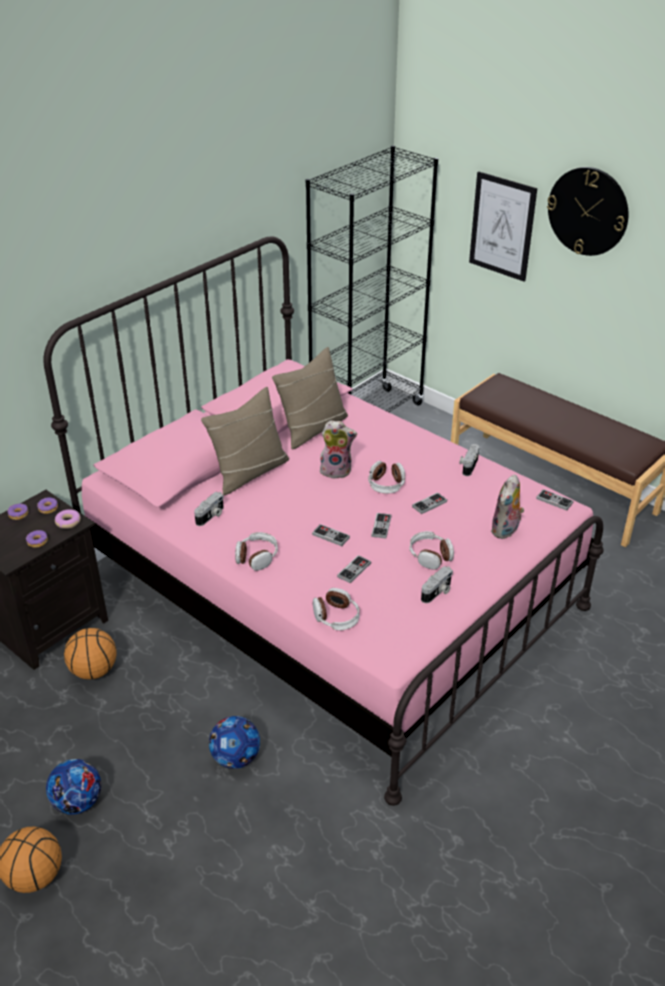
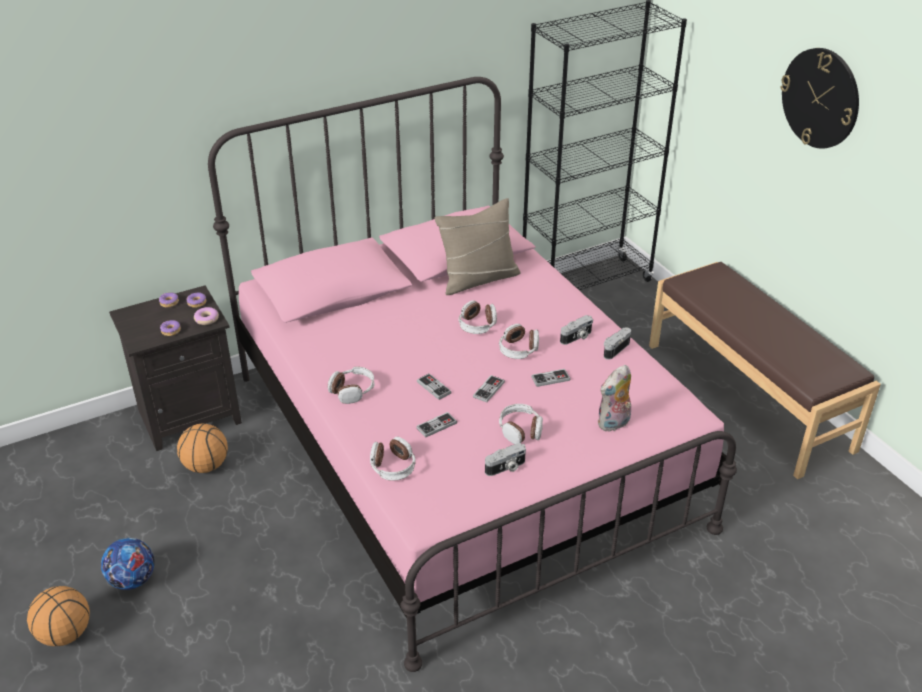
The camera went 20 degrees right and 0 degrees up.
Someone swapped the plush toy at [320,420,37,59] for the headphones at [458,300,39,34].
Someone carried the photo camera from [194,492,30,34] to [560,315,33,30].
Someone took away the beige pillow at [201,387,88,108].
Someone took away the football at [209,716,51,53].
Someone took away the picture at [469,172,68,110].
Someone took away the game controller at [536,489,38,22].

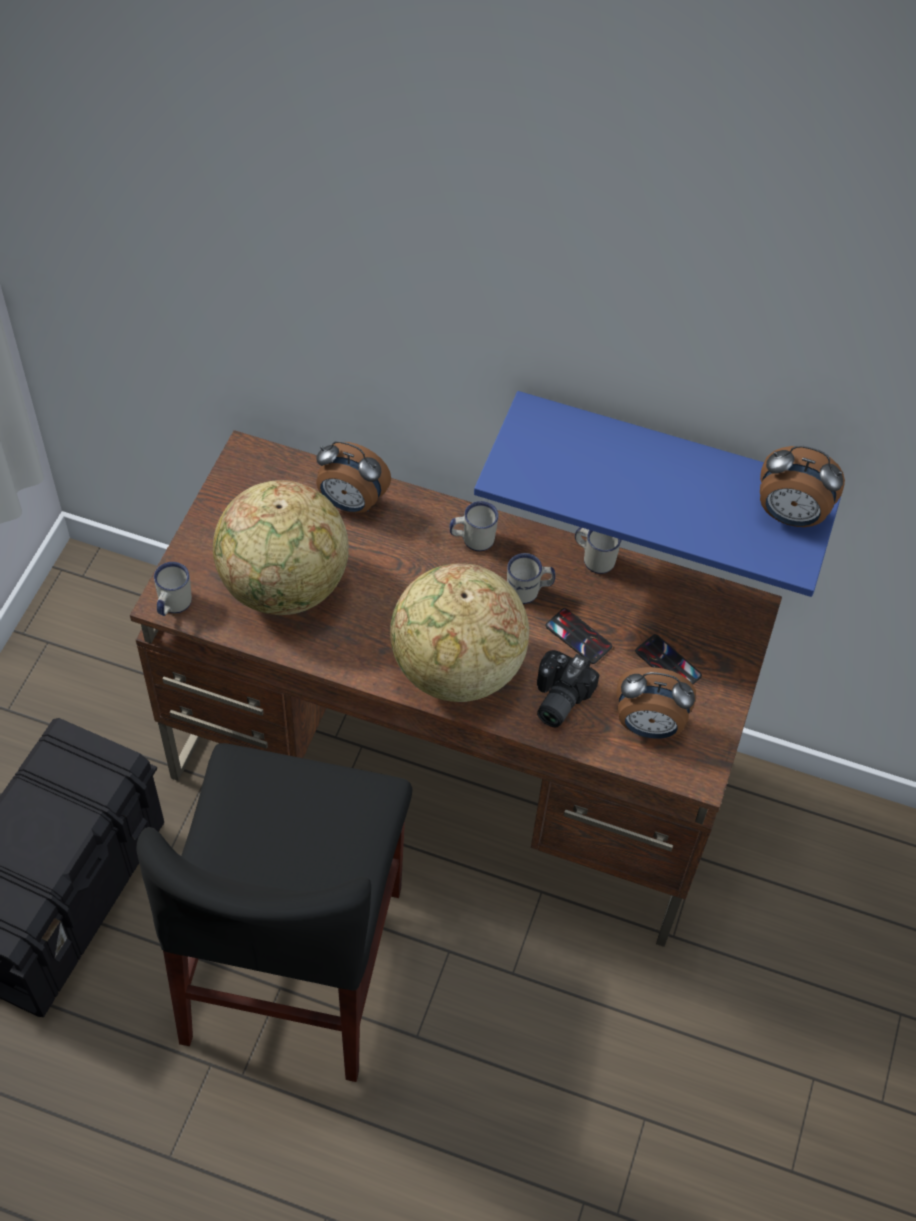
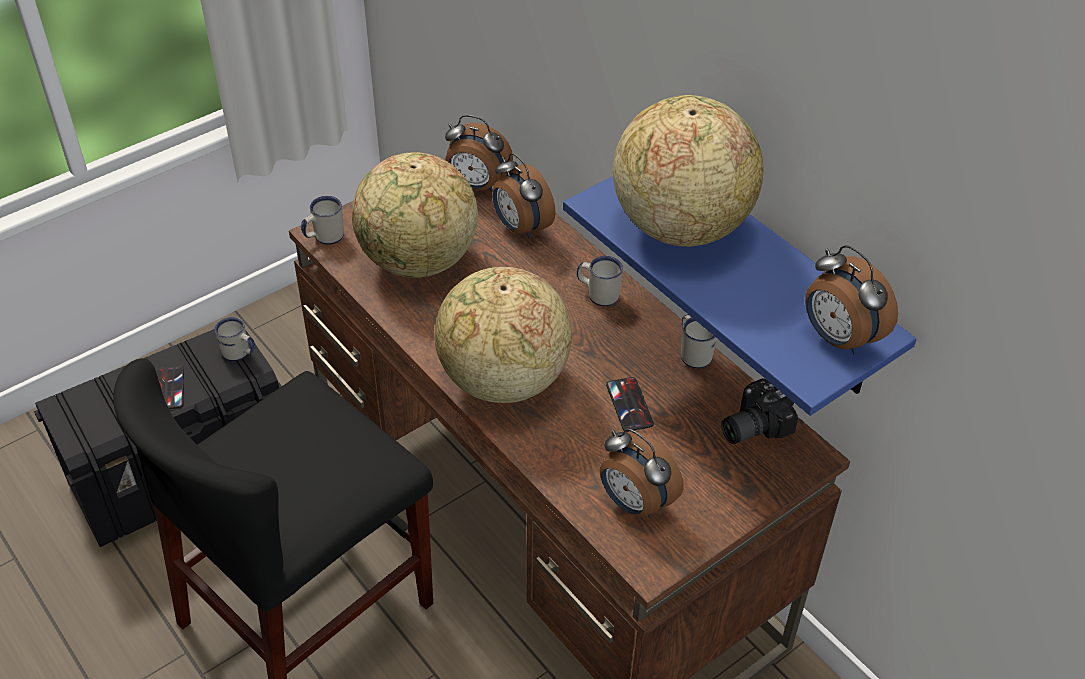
The camera went 35 degrees right and 10 degrees down.
Someone carried the phone from [635,634,67,50] to [157,365,27,44].
Someone carried the white mug from [507,553,48,51] to [215,317,40,44].
Someone put down the alarm clock at [445,115,68,77].
Someone put down the globe at [613,95,151,152].
Someone carried the photo camera from [537,650,62,77] to [721,378,77,66].

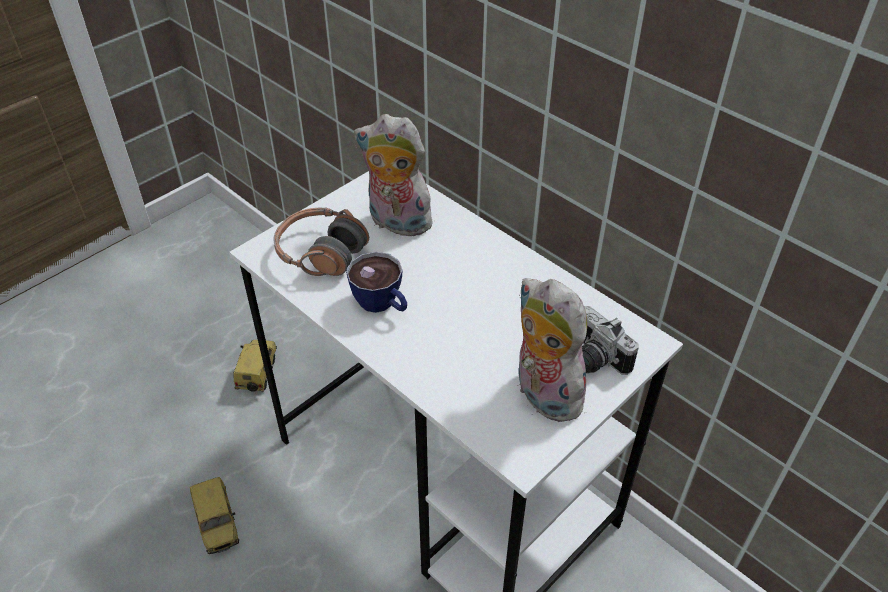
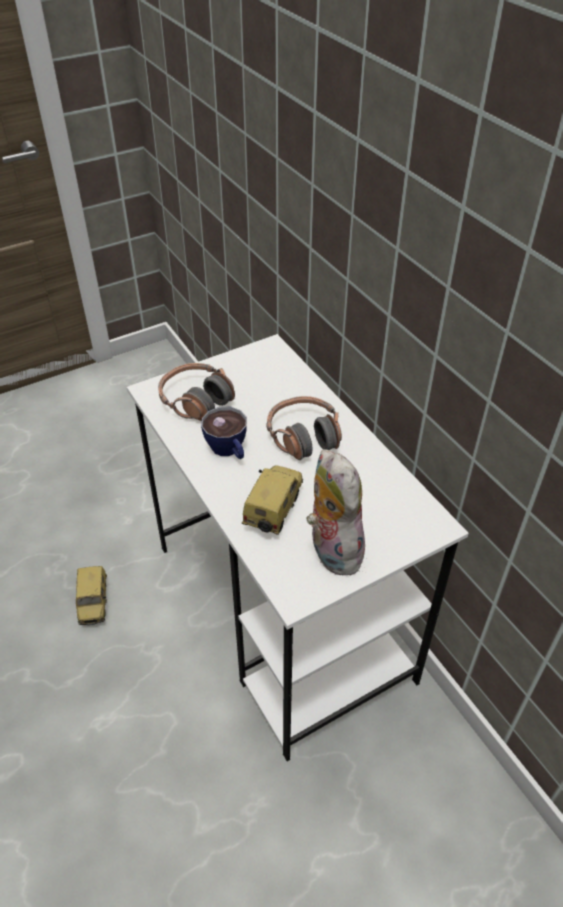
The camera went 15 degrees right and 0 degrees up.
Someone carried the toy car from [234,340,43,52] to [242,465,61,70].
Someone put down the headphones at [266,396,76,64].
Someone took away the plush toy at [354,114,85,122].
Someone took away the photo camera at [582,306,57,69].

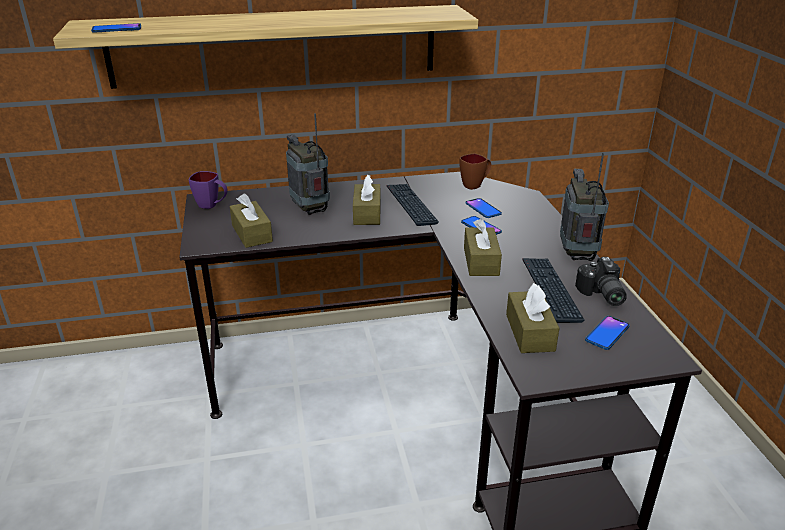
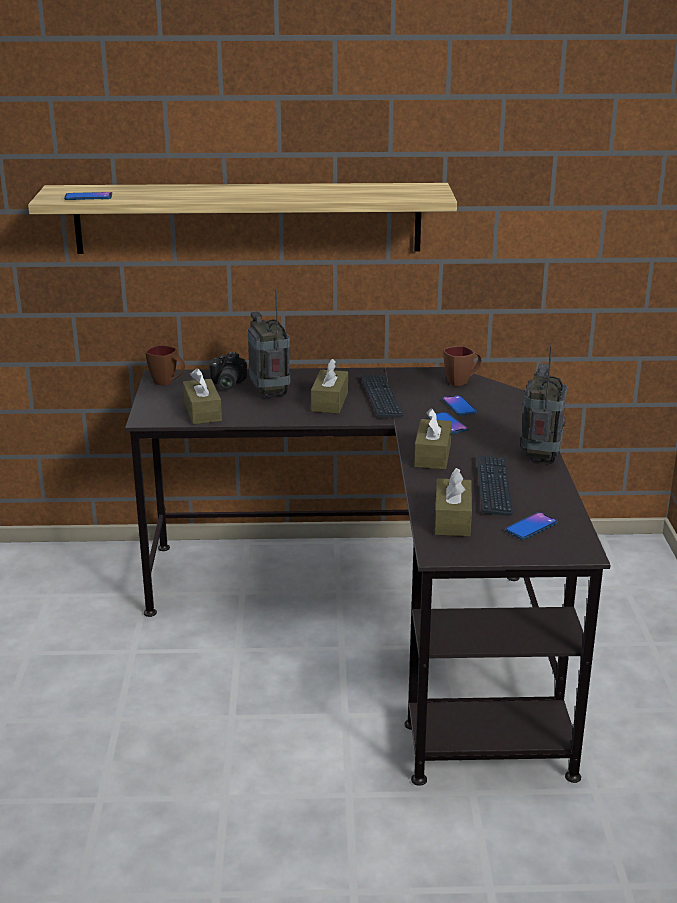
The camera went 10 degrees right and 5 degrees down.
Someone repainted the purple mug at [189,171,39,38], which became the brown mug at [146,345,39,41].
Someone carried the photo camera from [575,257,52,49] to [210,352,37,38].

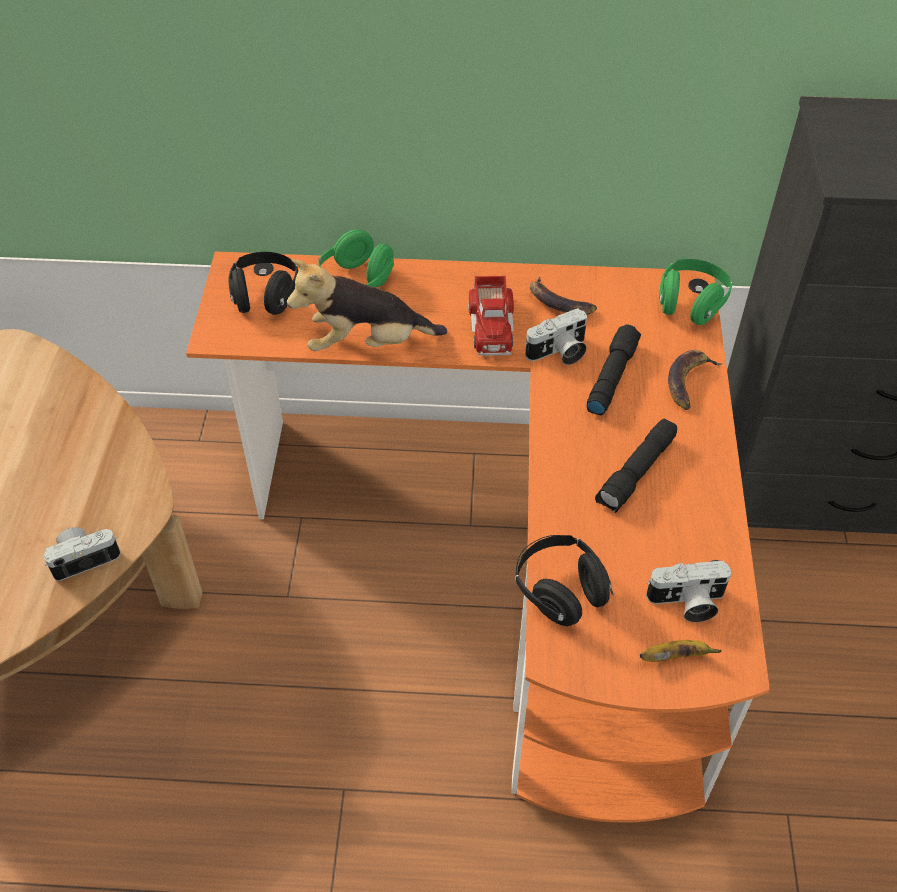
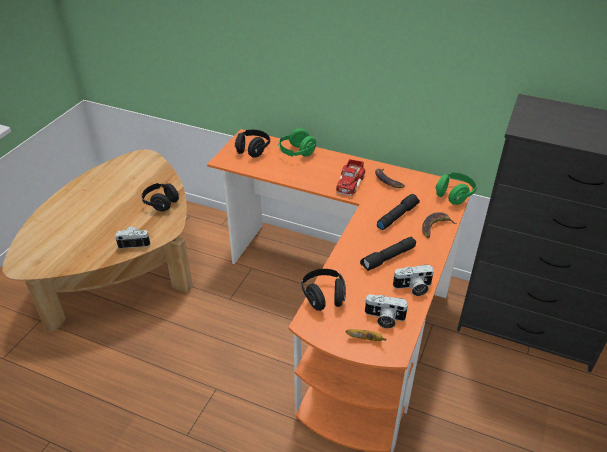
The camera went 20 degrees right and 10 degrees down.
Someone put down the black headphones at [141,183,39,28].
Someone carried the photo camera from [525,308,62,57] to [393,265,41,31].
Someone took away the plush toy at [287,259,160,92].

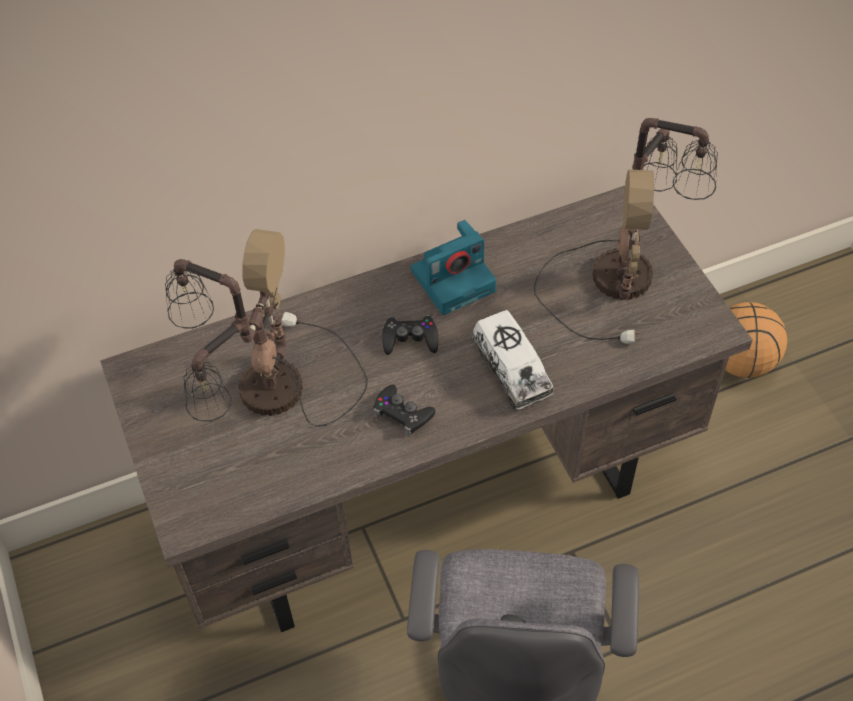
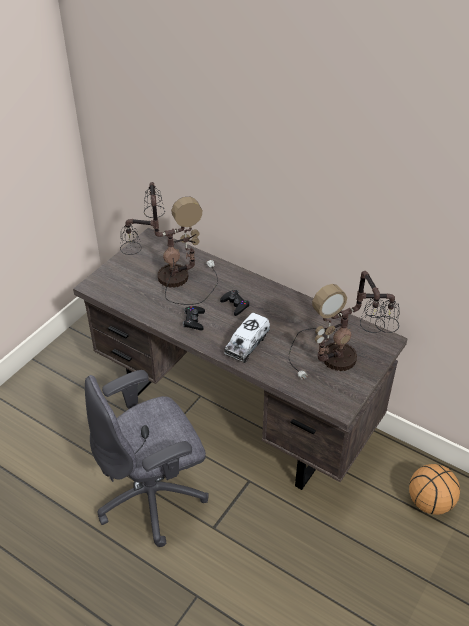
The camera went 55 degrees right and 10 degrees down.
Someone took away the photo camera at [411,220,85,95].

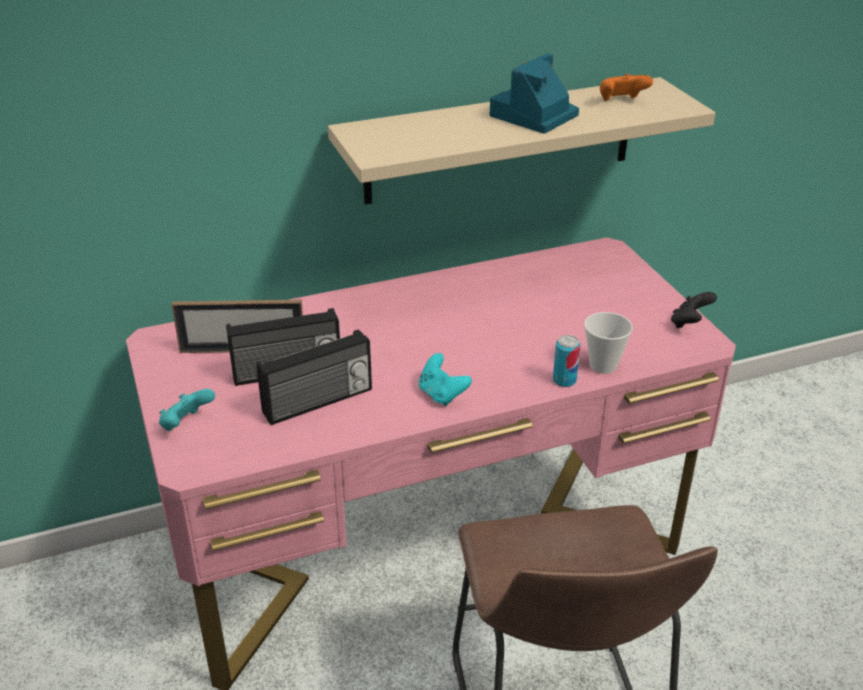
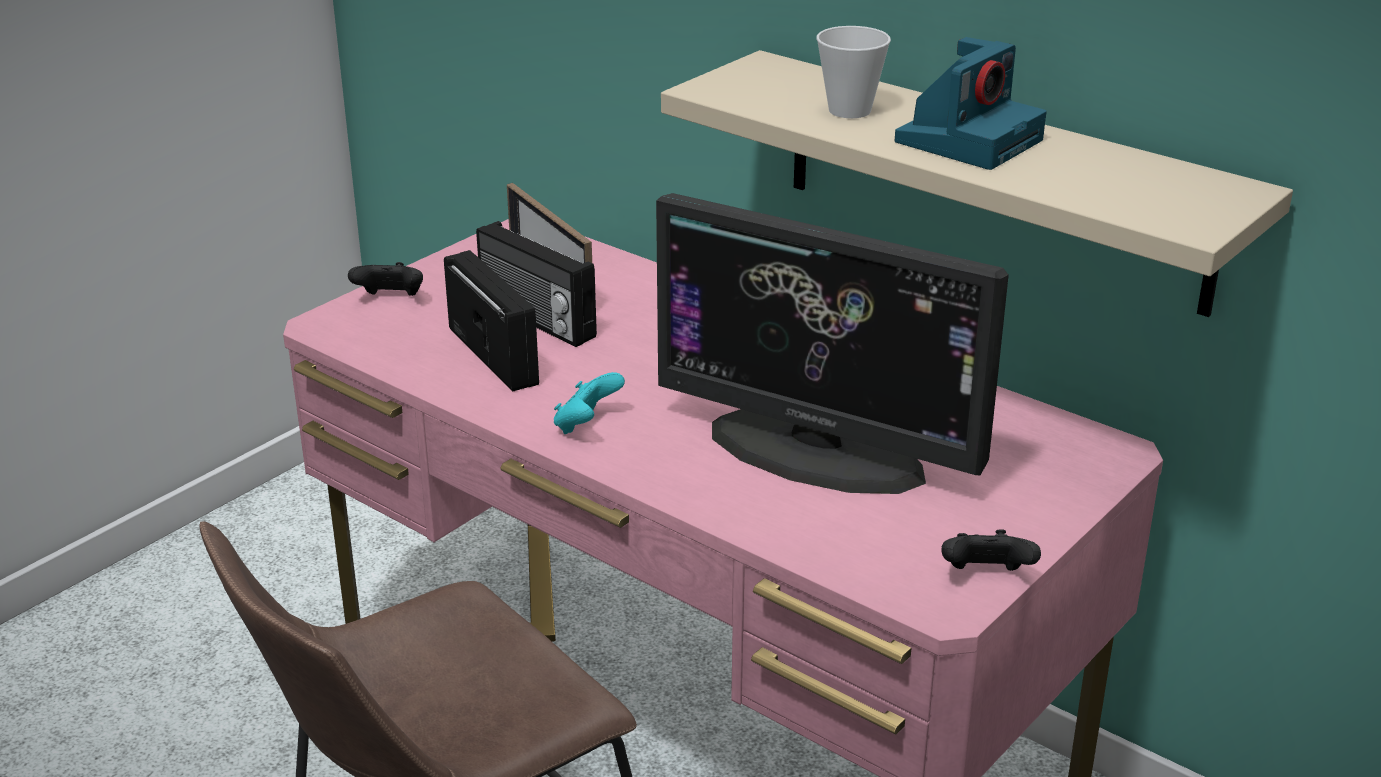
The camera went 60 degrees right and 5 degrees down.
Someone repainted the turquoise game controller at [159,389,56,42], which became the black game controller at [348,262,75,34].
Someone rotated the radio at [256,329,116,96] by 150 degrees counterclockwise.
Someone put down the monitor at [656,193,353,301].
Someone carried the cup from [584,312,49,62] to [816,26,75,92].
Someone rotated the photo camera at [490,53,89,80] by 120 degrees clockwise.
Someone took away the can at [553,335,27,52].
Someone took away the orange game controller at [600,74,53,27].

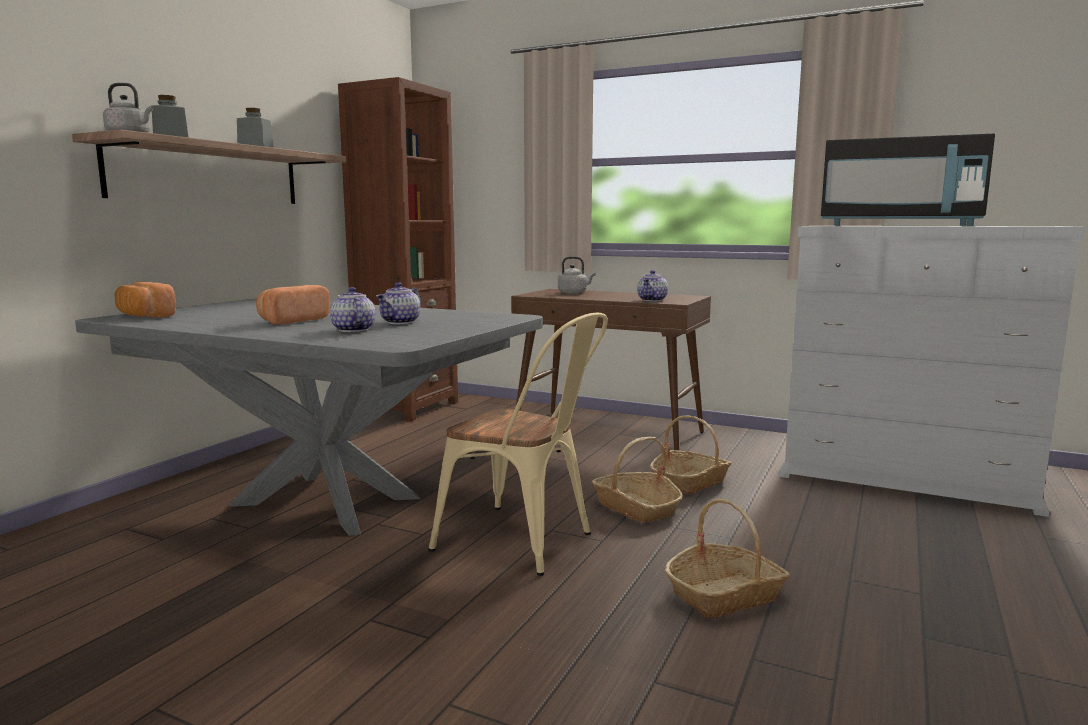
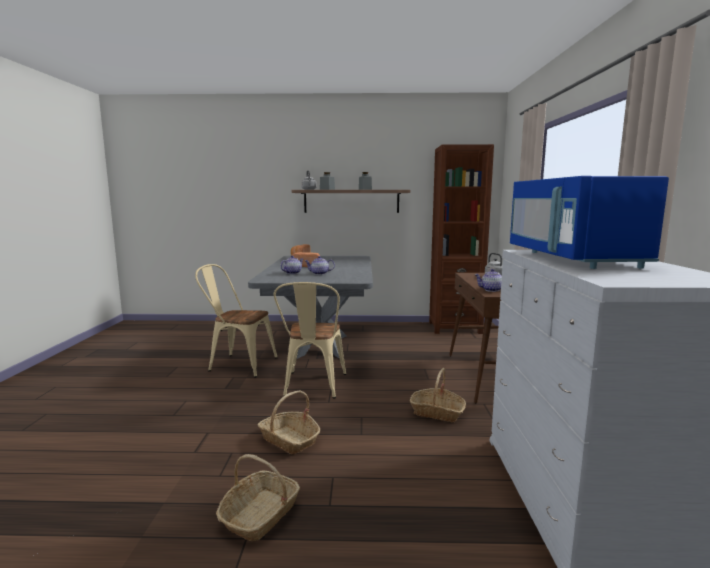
The camera went 65 degrees right and 0 degrees up.
Someone put down the beige chair at [195,264,83,113].
Someone carried the basket from [592,437,91,86] to [216,454,84,87].
Someone repainted the black microwave at [821,134,174,92], which became the blue microwave at [510,176,159,93].

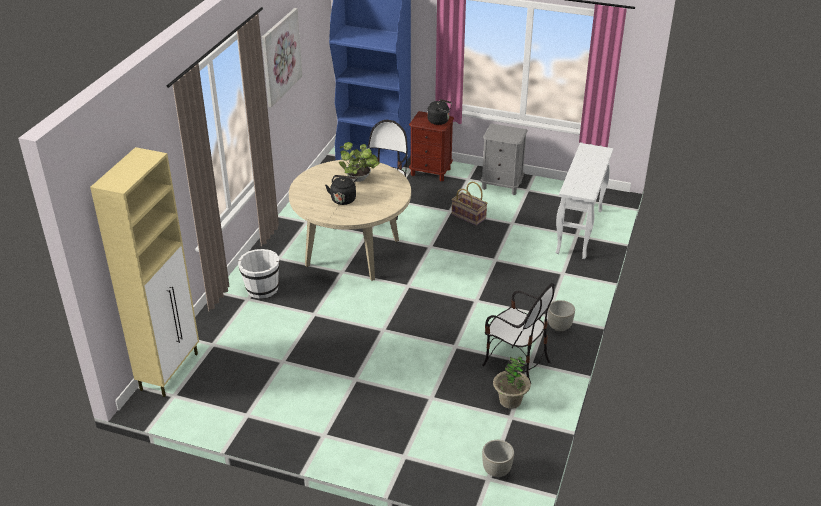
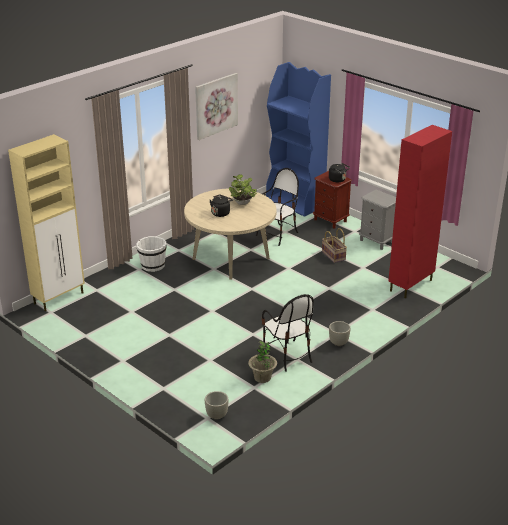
The camera went 25 degrees right and 5 degrees down.
Someone swapped the white console table at [556,143,57,116] for the red cabinet at [388,125,64,173].

